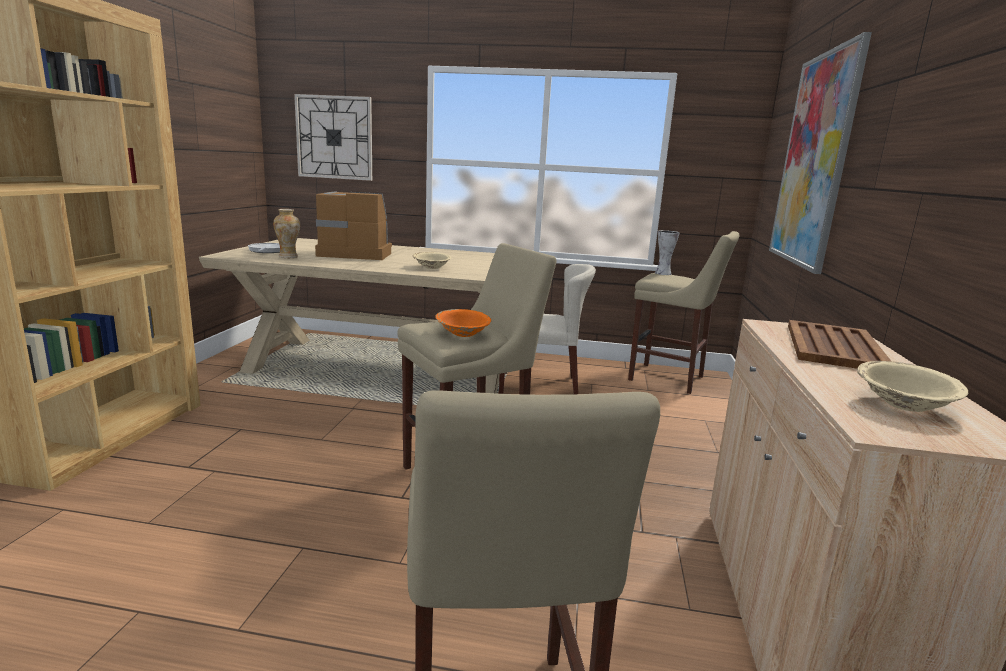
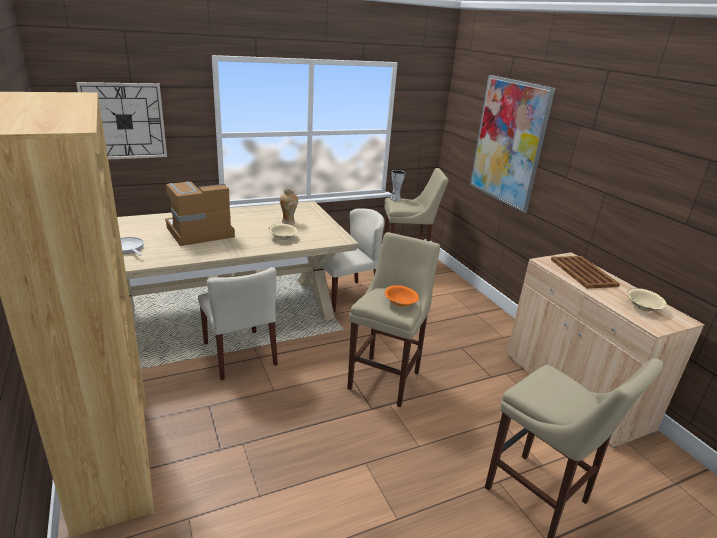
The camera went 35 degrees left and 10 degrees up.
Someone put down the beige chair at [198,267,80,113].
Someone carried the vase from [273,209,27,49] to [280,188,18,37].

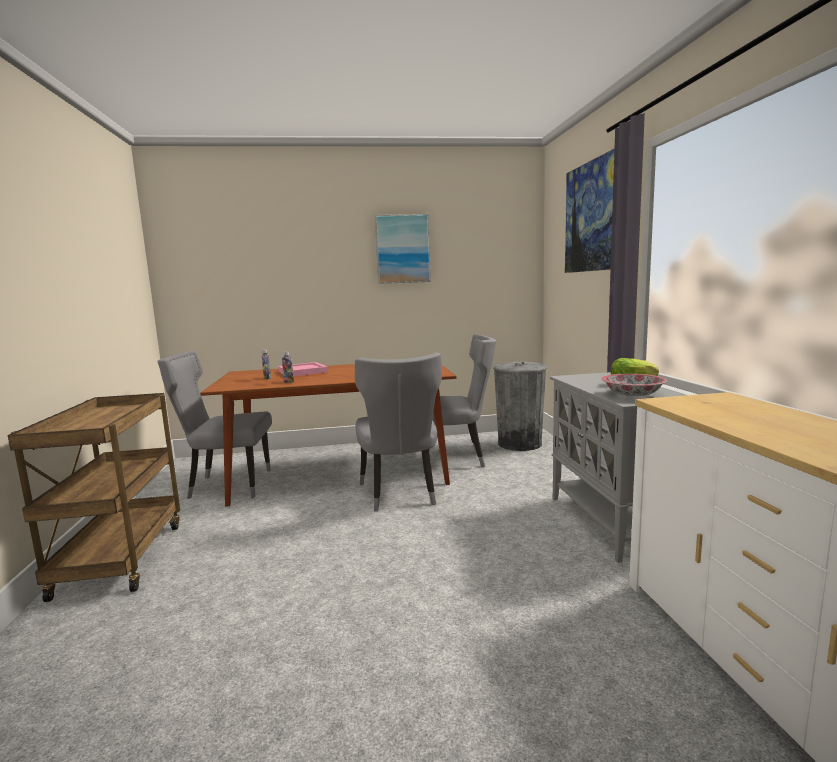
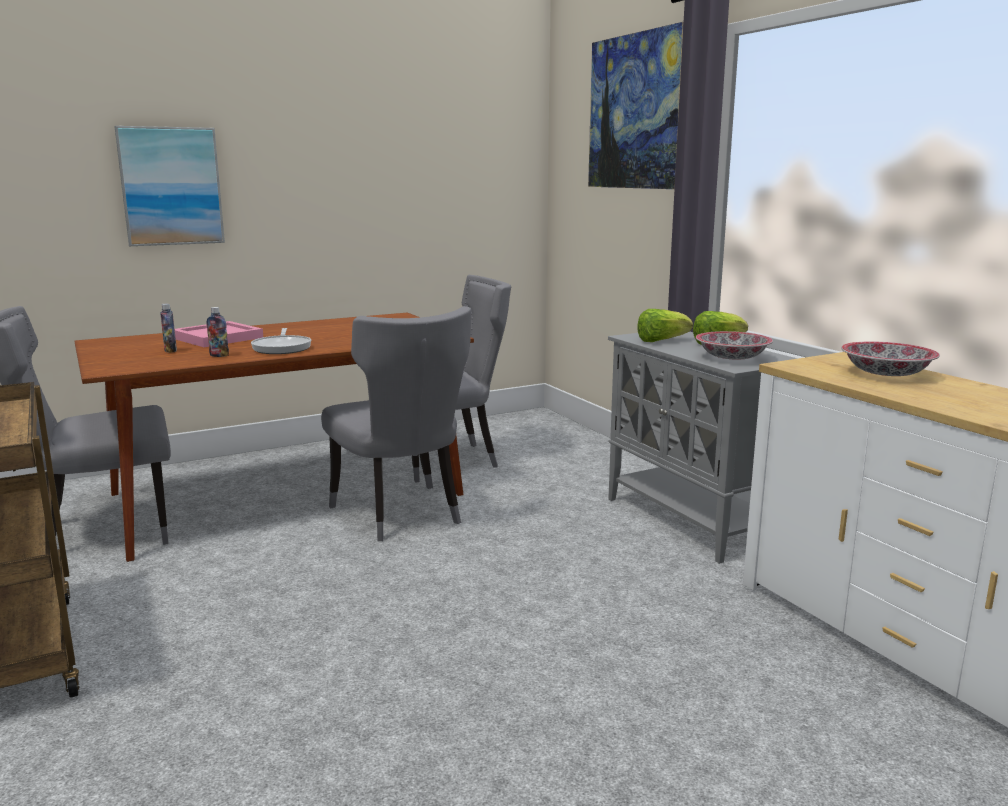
The camera went 20 degrees left and 5 degrees up.
Someone carried the picture from [375,214,56,70] to [114,126,111,120].
Someone put down the frying pan at [251,328,60,26].
Someone put down the lettuce at [637,309,56,33].
Someone put down the bowl at [841,341,99,35].
Someone took away the grey trash can at [493,362,54,89].

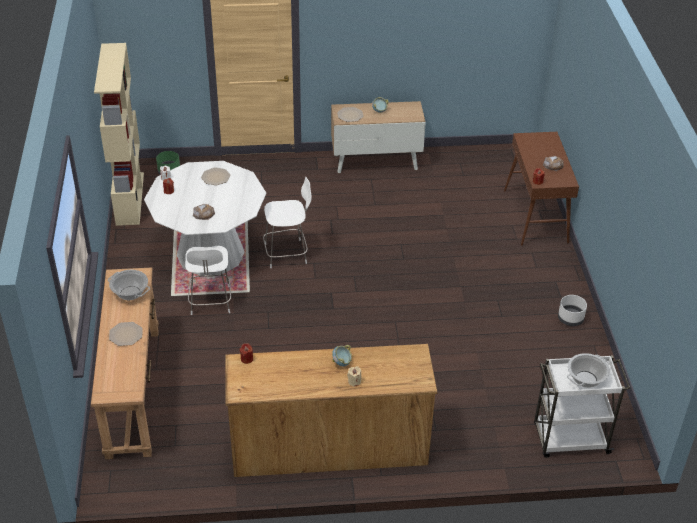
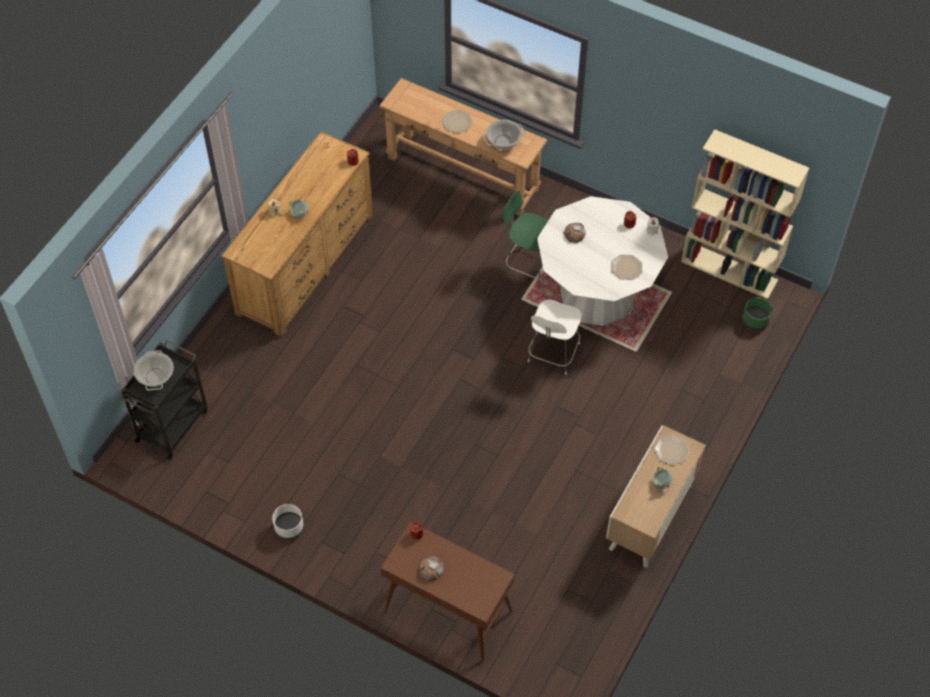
The camera went 125 degrees right and 15 degrees up.
Someone repainted the white cart at [534,355,96,103], which became the black cart at [120,340,88,120].
Someone repainted the white chair at [185,246,46,69], which became the green chair at [502,191,47,97].

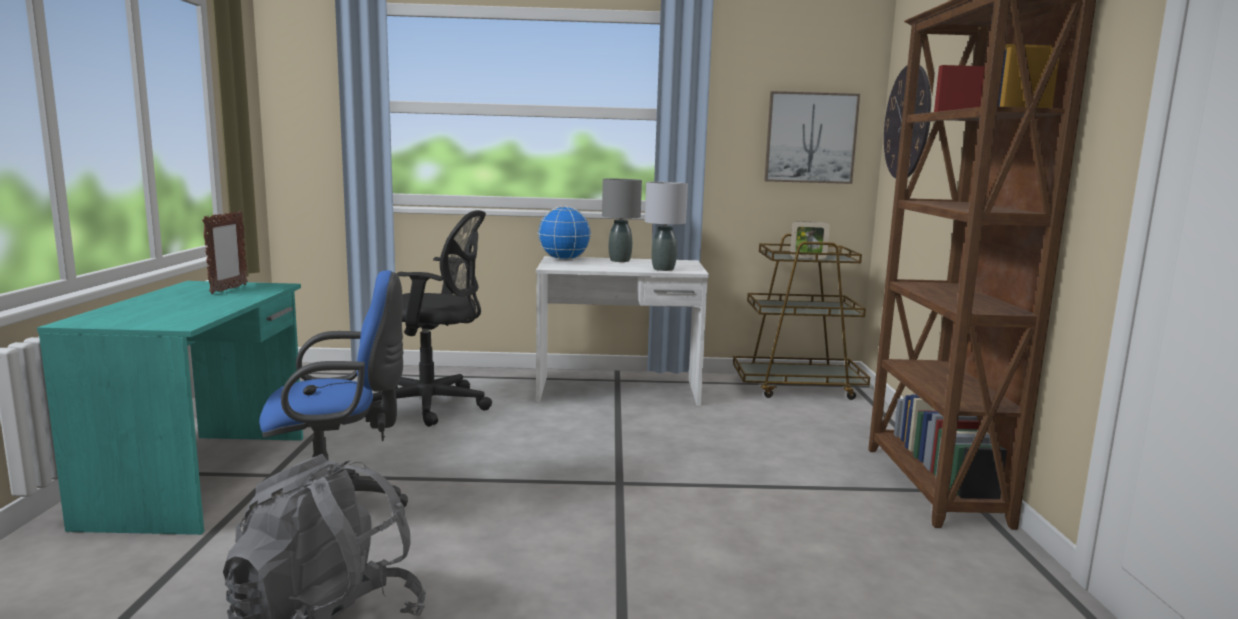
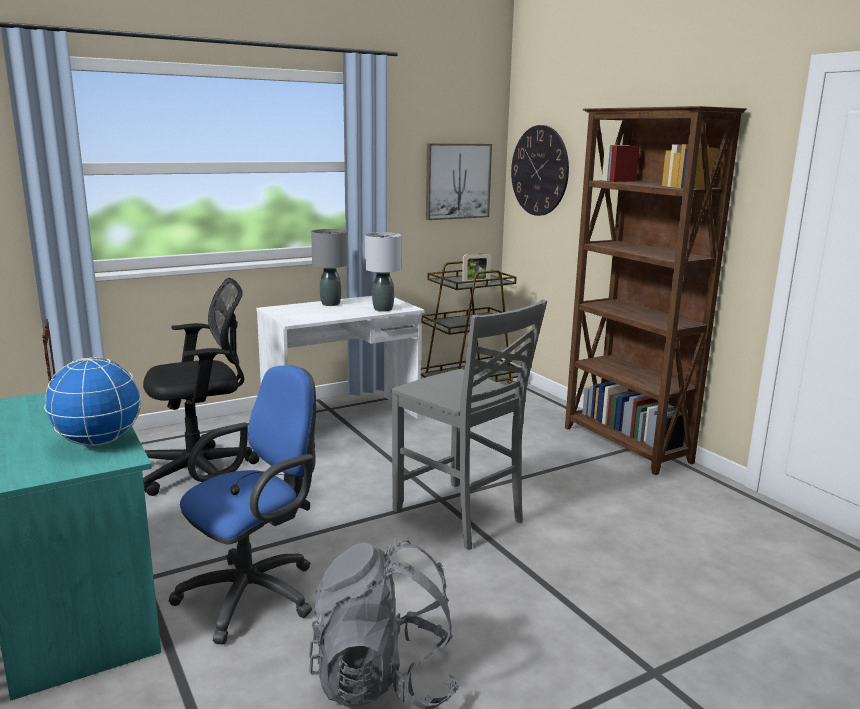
The camera went 30 degrees left and 5 degrees up.
Someone carried the globe from [538,206,53,54] to [44,357,97,89].
Someone put down the grey chair at [392,299,155,251].

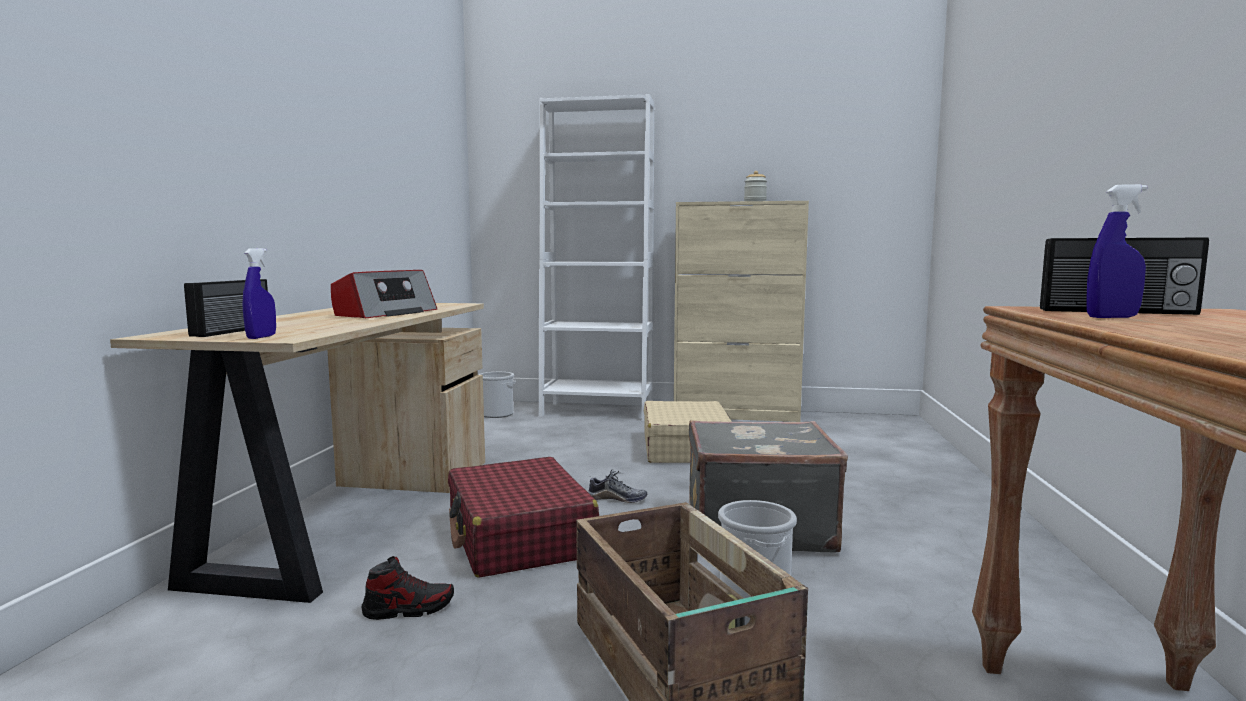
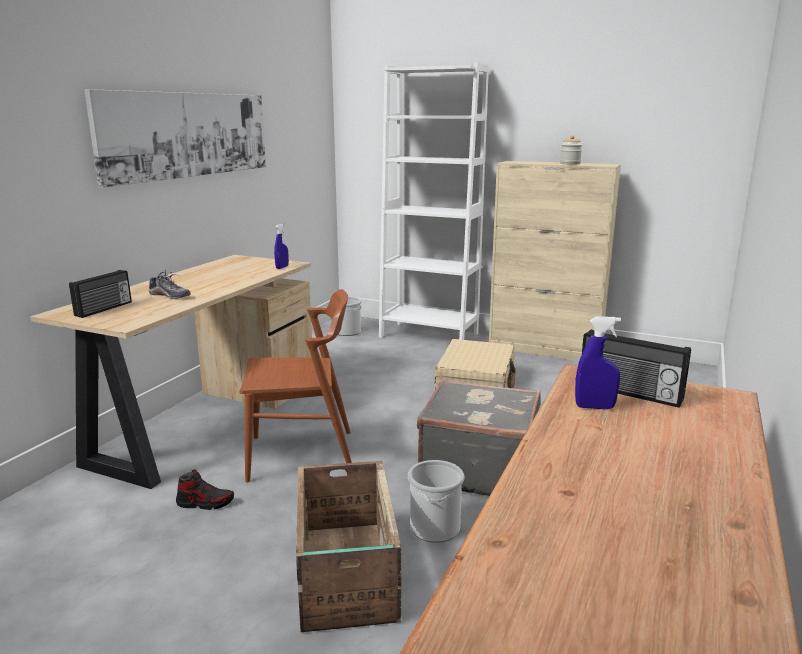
The camera went 15 degrees right and 10 degrees up.
Someone put up the picture at [84,89,182,99].
Someone carried the shoe from [588,469,59,34] to [149,270,42,29].
Someone swapped the red suitcase at [448,457,151,121] for the brown chair at [240,289,112,194].
Someone carried the blue spray bottle from [242,248,34,91] to [274,223,15,46].
Someone took away the radio at [331,270,106,48].

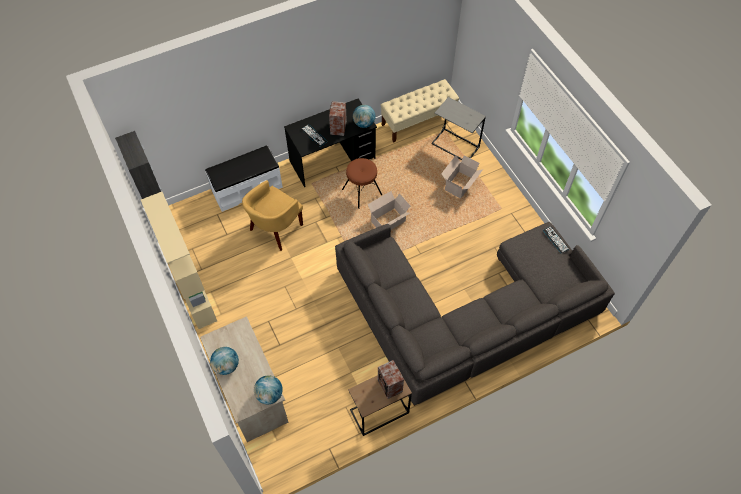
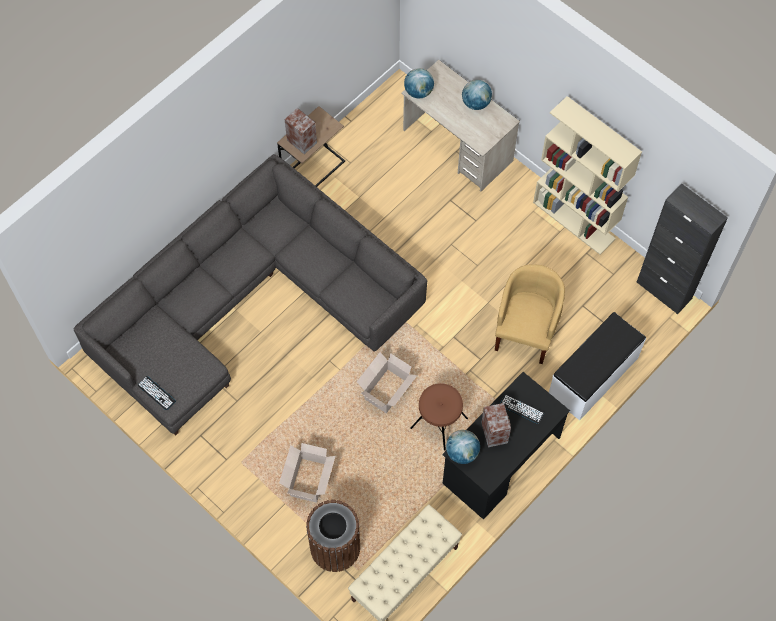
The camera went 160 degrees right and 5 degrees up.
Someone swapped the grey side table at [431,97,55,63] for the brown trash can at [306,500,54,72].

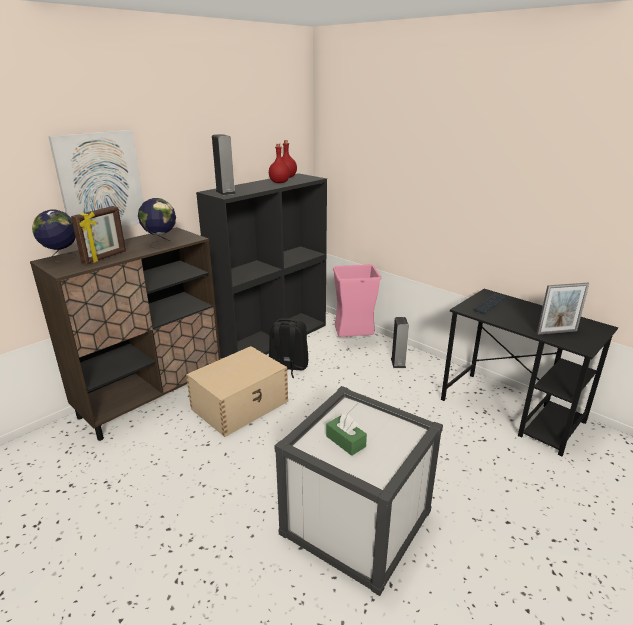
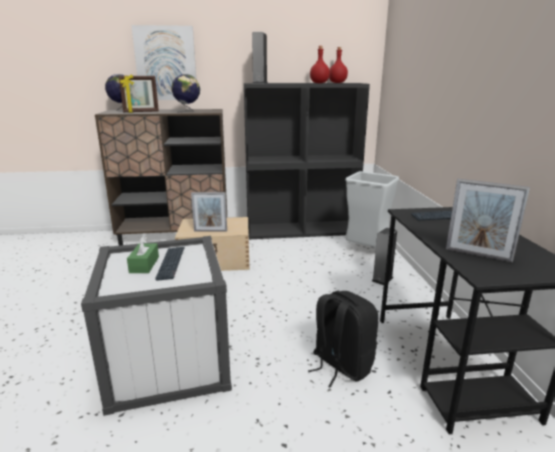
The camera went 40 degrees right and 5 degrees down.
Someone put down the keyboard at [155,247,30,34].
Someone put down the picture frame at [191,192,36,40].
Someone carried the black backpack from [269,318,39,60] to [308,291,70,97].
Someone repainted the pink trash can at [333,264,48,73], which became the grey trash can at [345,171,54,76].

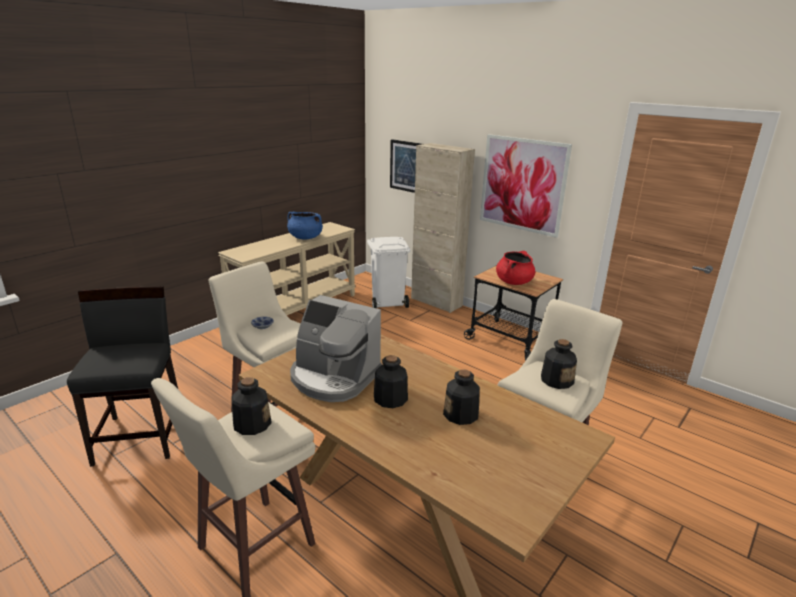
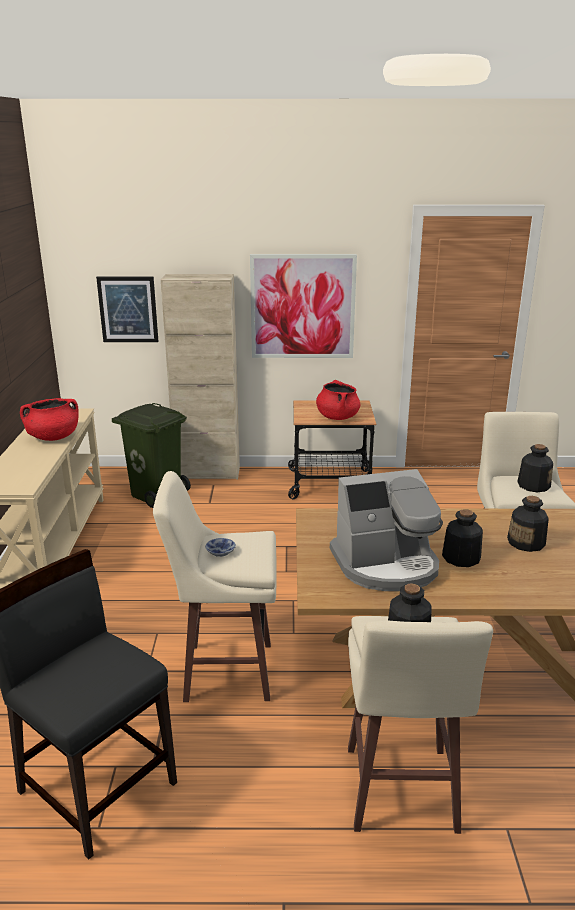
The camera went 40 degrees left and 0 degrees up.
Someone repainted the blue cooking pot at [287,212,36,28], which became the red cooking pot at [20,398,59,43].
Someone repainted the white trash can at [367,237,43,71], which became the green trash can at [112,403,79,105].

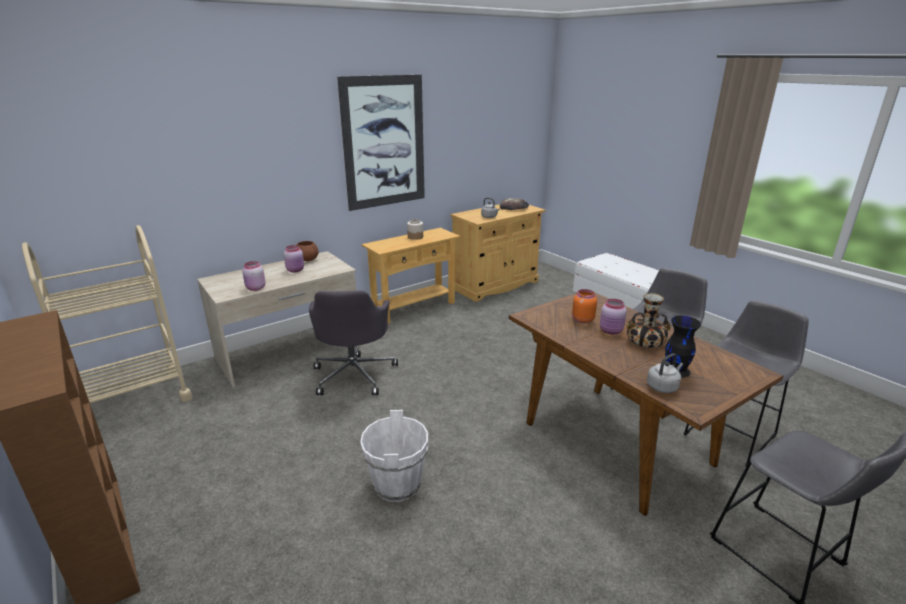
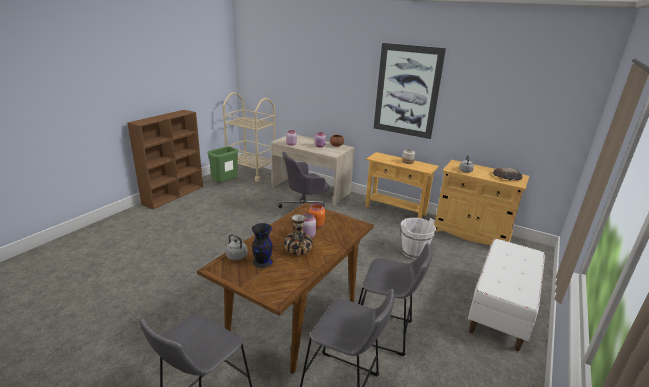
The camera went 65 degrees right and 0 degrees up.
Someone put down the green trash can at [207,146,32,36].
Someone carried the white bucket from [360,410,68,92] to [401,218,35,41].

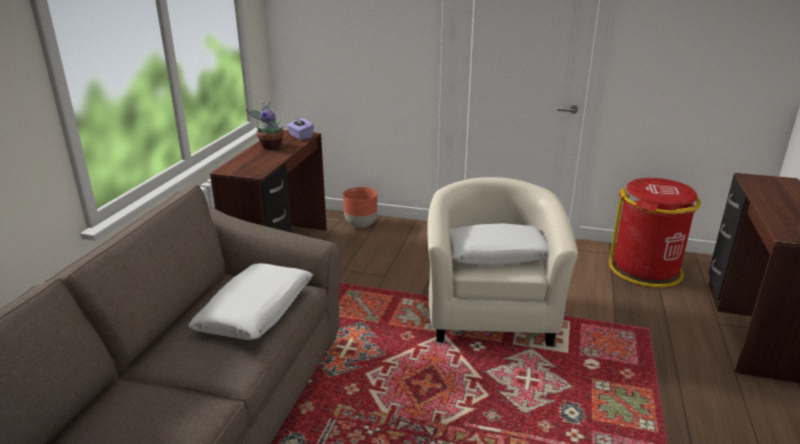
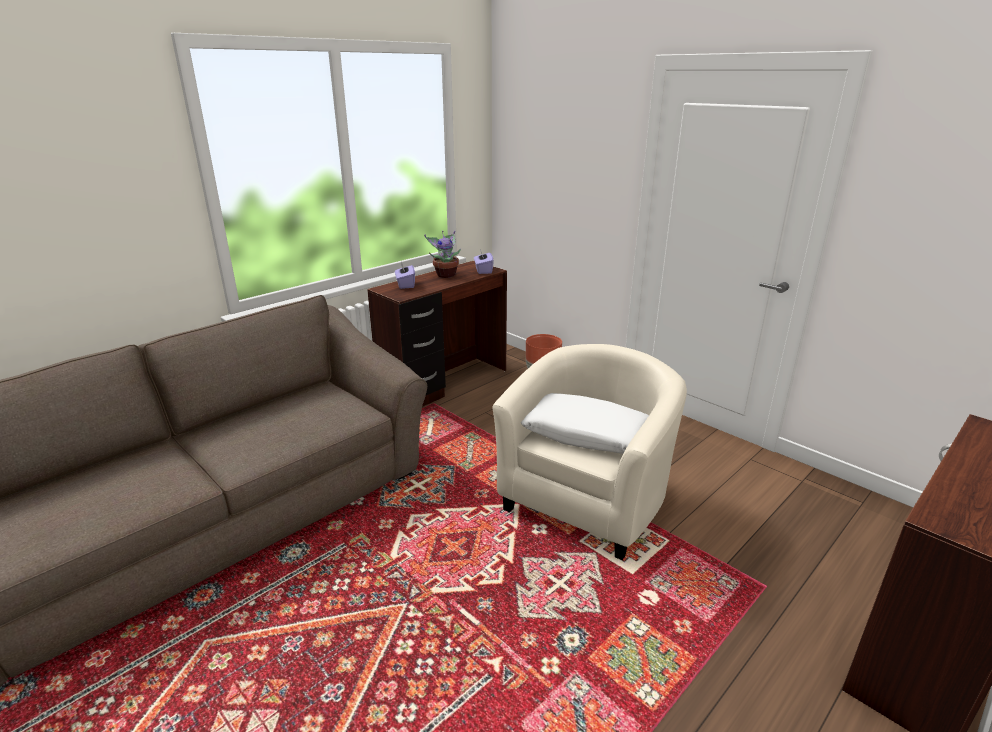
The camera went 30 degrees right and 0 degrees up.
Someone put down the purple tissue box at [395,262,20,27].
Someone took away the white pillow at [189,263,124,77].
Someone took away the red trash can at [609,178,92,110].

